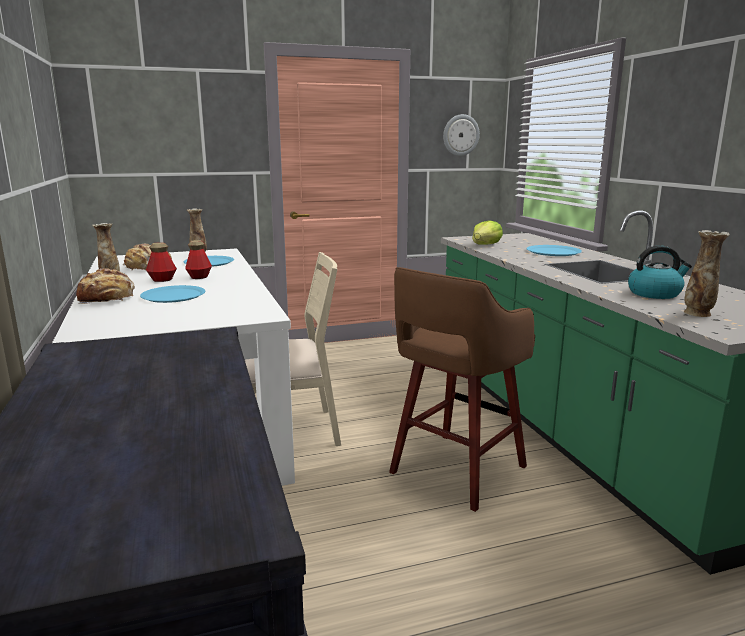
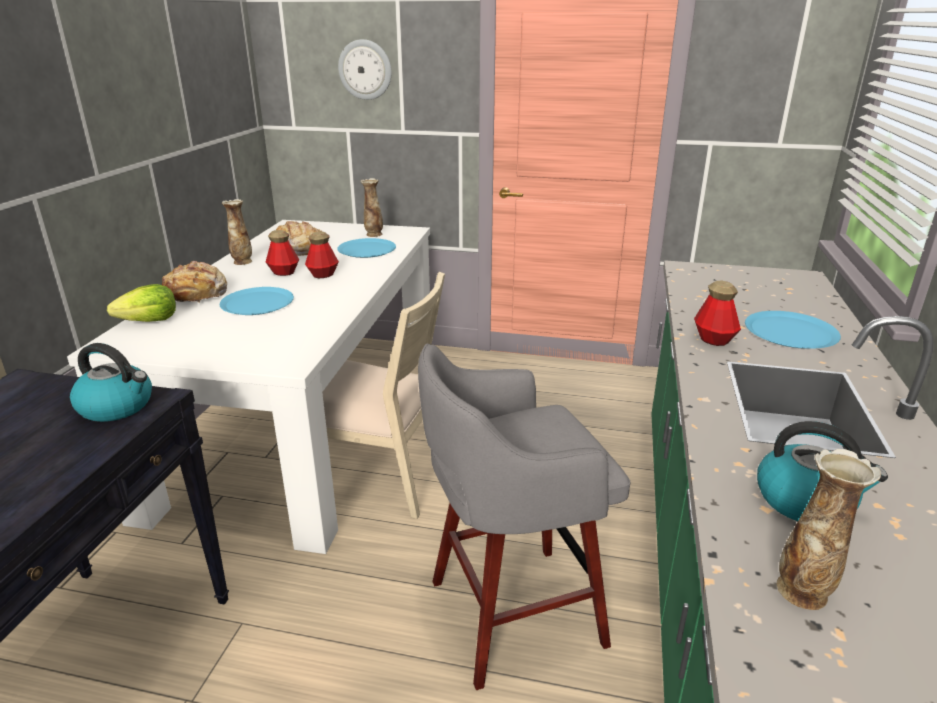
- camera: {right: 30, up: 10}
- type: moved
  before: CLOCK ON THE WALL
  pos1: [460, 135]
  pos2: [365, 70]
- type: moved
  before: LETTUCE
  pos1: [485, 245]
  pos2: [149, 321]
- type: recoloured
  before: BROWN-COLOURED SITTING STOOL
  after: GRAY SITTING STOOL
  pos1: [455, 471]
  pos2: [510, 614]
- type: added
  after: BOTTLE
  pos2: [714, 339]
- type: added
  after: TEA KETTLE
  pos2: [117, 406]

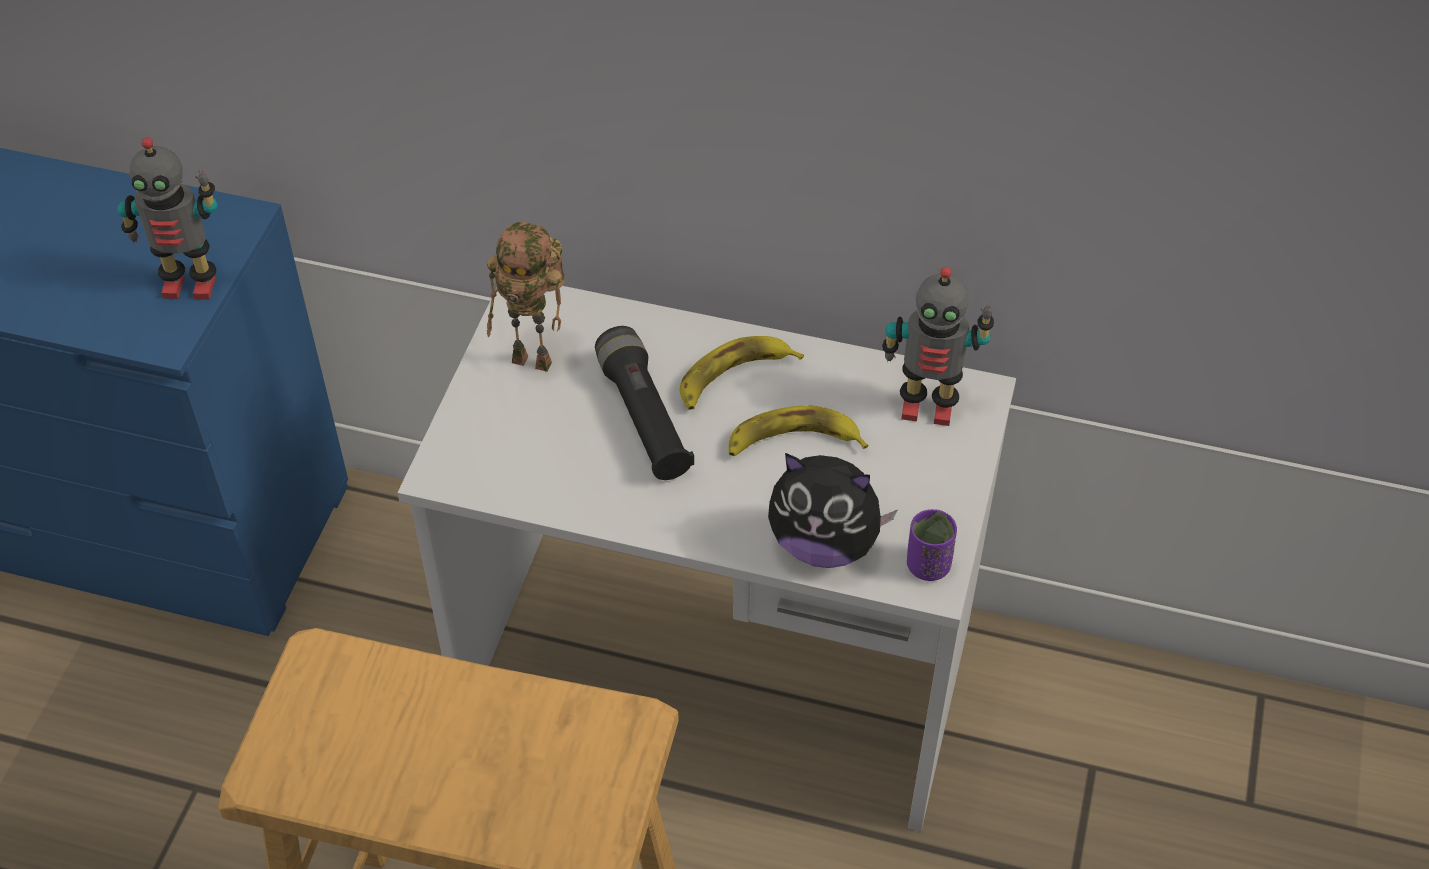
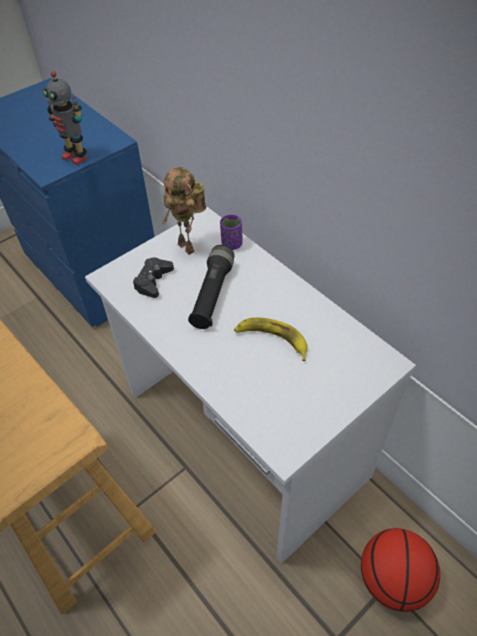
- camera: {right: 35, up: 0}
- type: removed
  before: MODEL ROBOT
  pos1: [927, 407]
- type: removed
  before: BANANA
  pos1: [733, 377]
- type: removed
  before: CUDDLY TOY
  pos1: [824, 543]
- type: moved
  before: PURPLE DRINKING CUP
  pos1: [928, 565]
  pos2: [232, 244]
- type: added
  after: BLACKISH GAME CONTROLLER
  pos2: [153, 281]
- type: added
  after: BALL FOR BASKETBALL
  pos2: [392, 579]

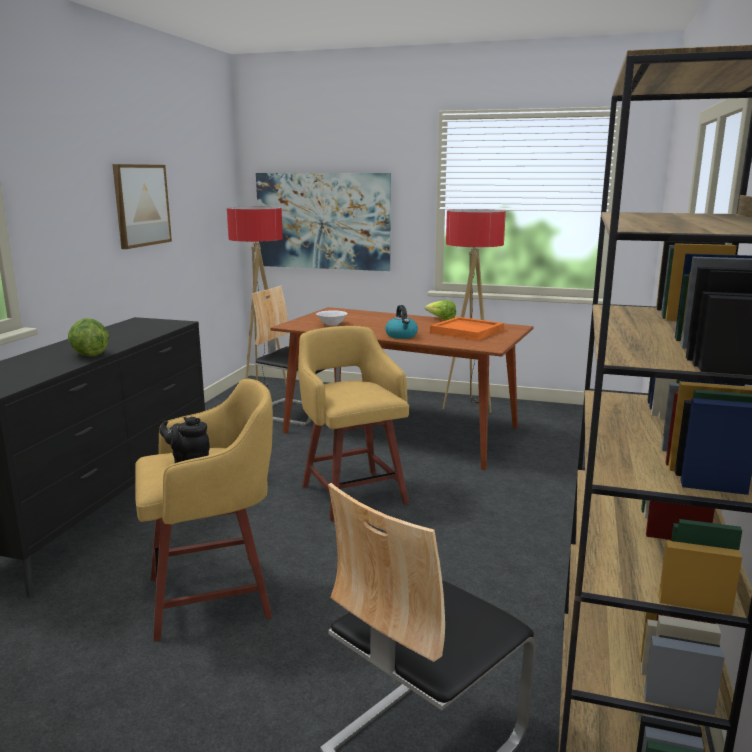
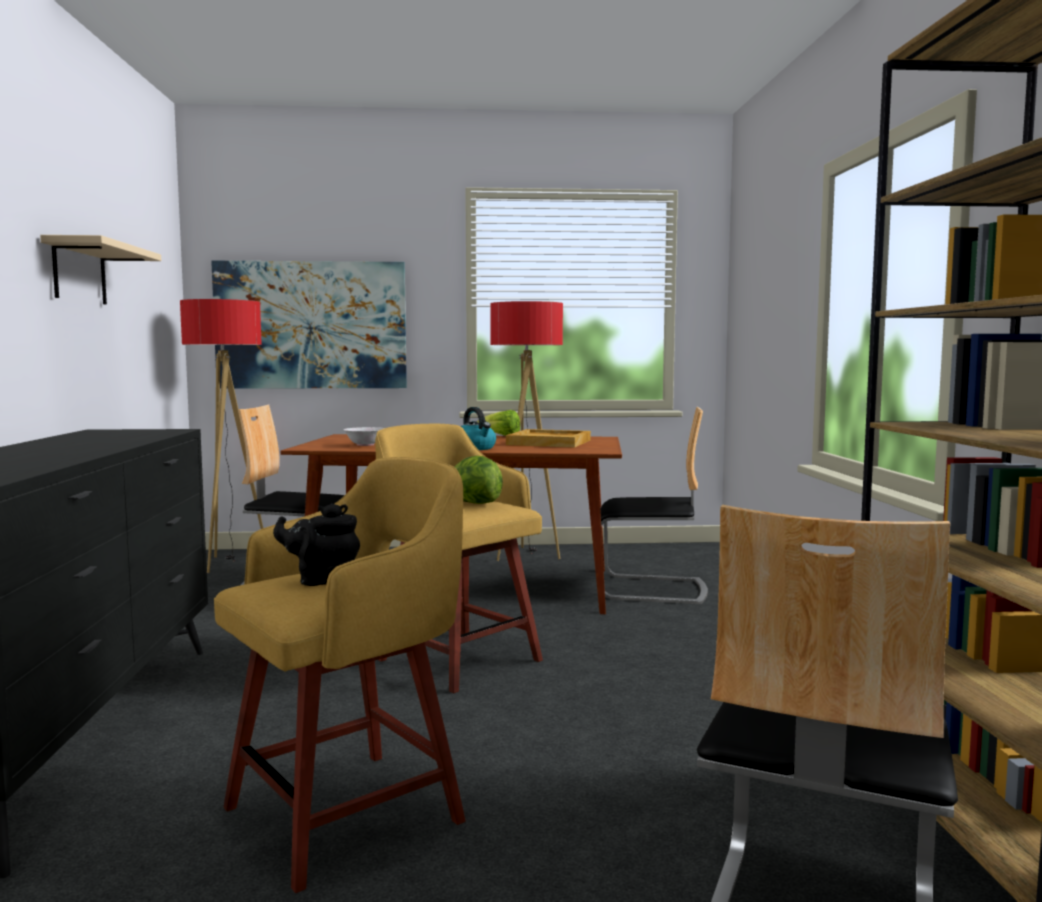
- camera: {right: -20, up: -10}
- type: replaced
  before: WALL ART
  after: BEIGE-COLOURED SHELF
  pos1: [141, 205]
  pos2: [79, 273]
- type: recoloured
  before: ORANGEY CARRYING TRAY
  after: BEIGE-COLOURED CARRYING TRAY
  pos1: [467, 331]
  pos2: [550, 442]
- type: moved
  before: LETTUCE
  pos1: [89, 355]
  pos2: [474, 503]
- type: added
  after: CHAIR
  pos2: [651, 589]

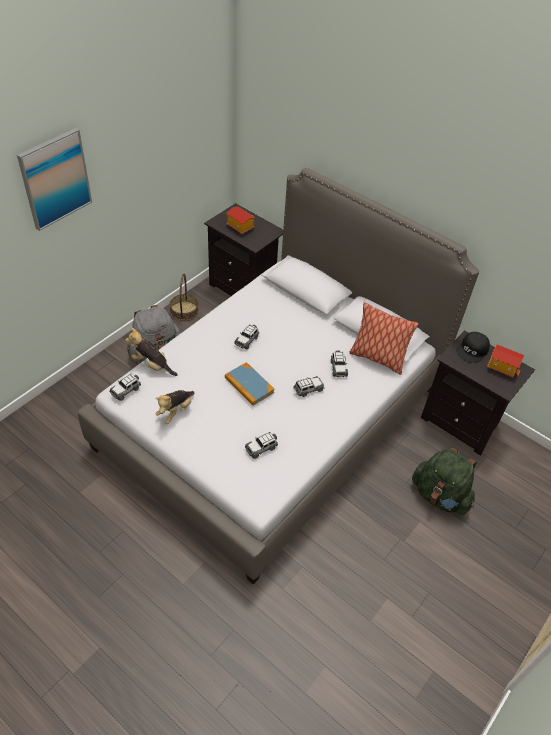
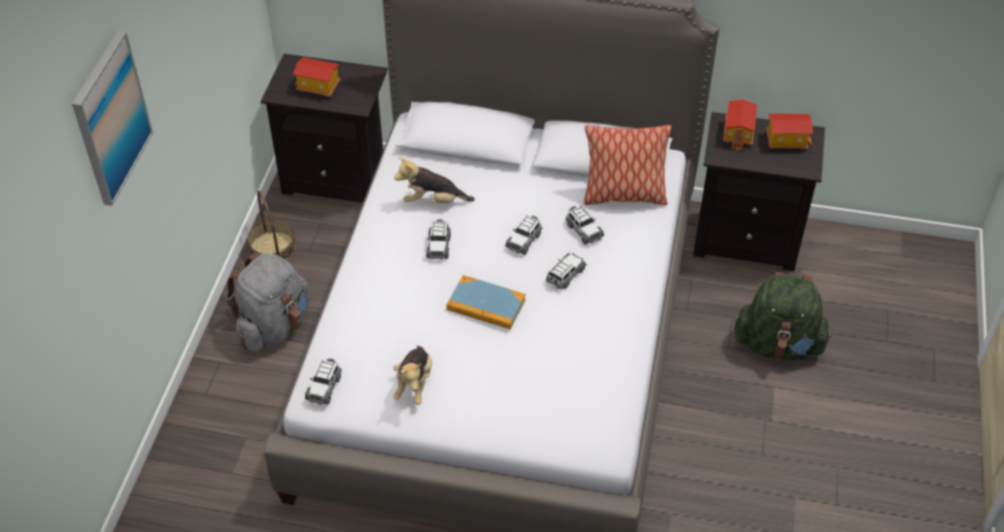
- camera: {right: -25, up: 0}
- type: moved
  before: CUDDLY TOY
  pos1: [152, 365]
  pos2: [433, 201]
- type: replaced
  before: BLACKISH CAP
  after: MODEL HOUSE
  pos1: [473, 350]
  pos2: [739, 134]
- type: moved
  before: MODEL CAR
  pos1: [261, 448]
  pos2: [524, 240]

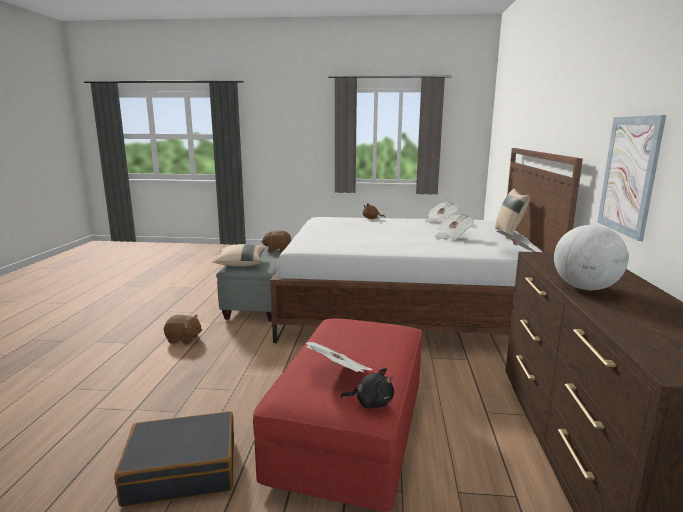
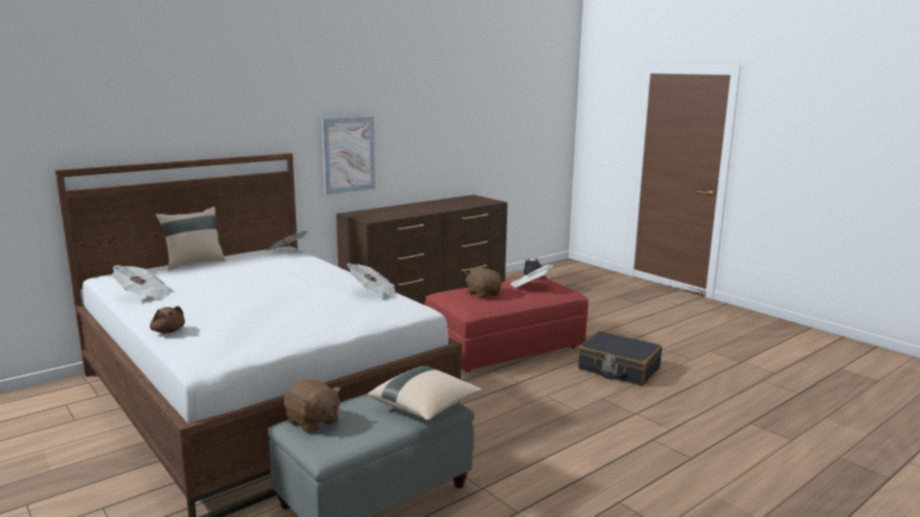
- camera: {right: -135, up: 0}
- type: moved
  before: PRINTED PAPER
  pos1: [452, 236]
  pos2: [373, 293]
- type: removed
  before: DESK GLOBE
  pos1: [585, 288]
- type: moved
  before: BROWN-COLOURED CUDDLY TOY
  pos1: [183, 339]
  pos2: [483, 294]

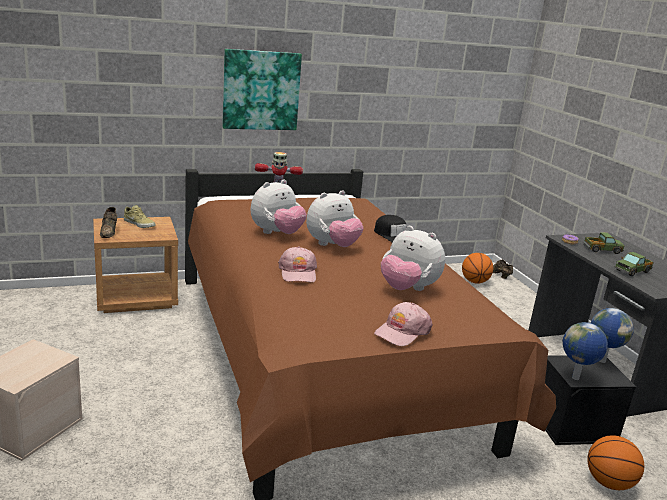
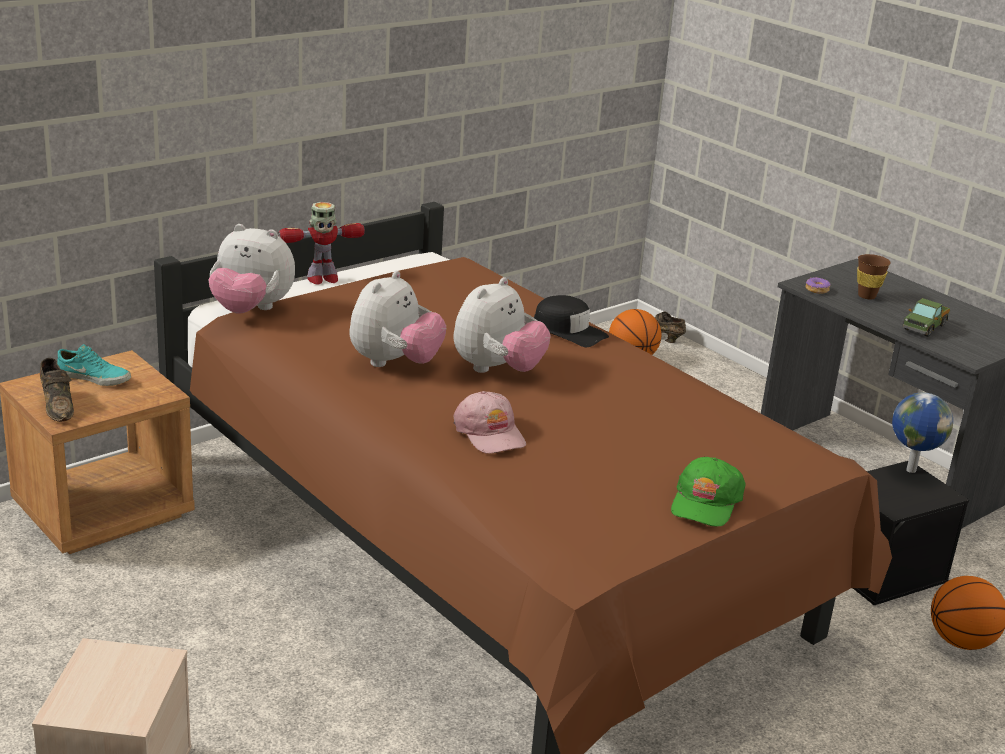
- camera: {right: -20, up: 5}
- type: removed
  before: WALL ART
  pos1: [261, 90]
- type: recoloured
  before: BEIGE-COLOURED LOW SHOE
  after: BLUE-GREEN LOW SHOE
  pos1: [140, 224]
  pos2: [95, 377]
- type: moved
  before: CUDDLY TOY
  pos1: [408, 289]
  pos2: [251, 310]
- type: replaced
  before: MODEL TRUCK
  after: BROWN-COLOURED DRINKING CUP
  pos1: [602, 250]
  pos2: [866, 296]
- type: recoloured
  before: PINKISH CAP
  after: GREEN-COLOURED CAP
  pos1: [402, 332]
  pos2: [705, 502]
- type: removed
  before: DESK GLOBE
  pos1: [576, 378]

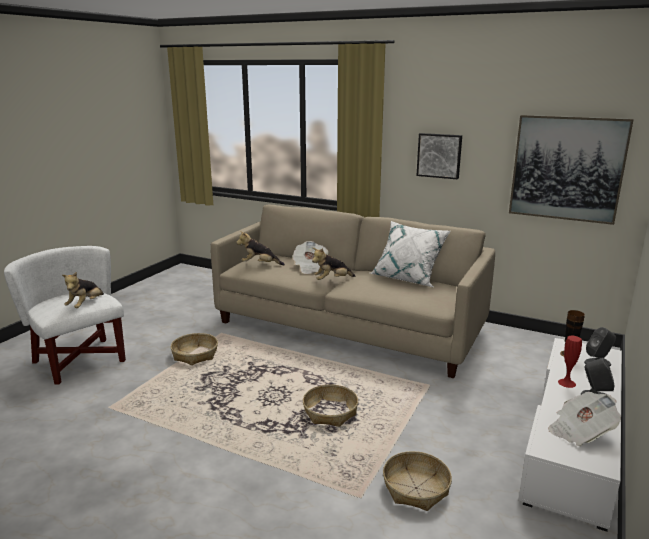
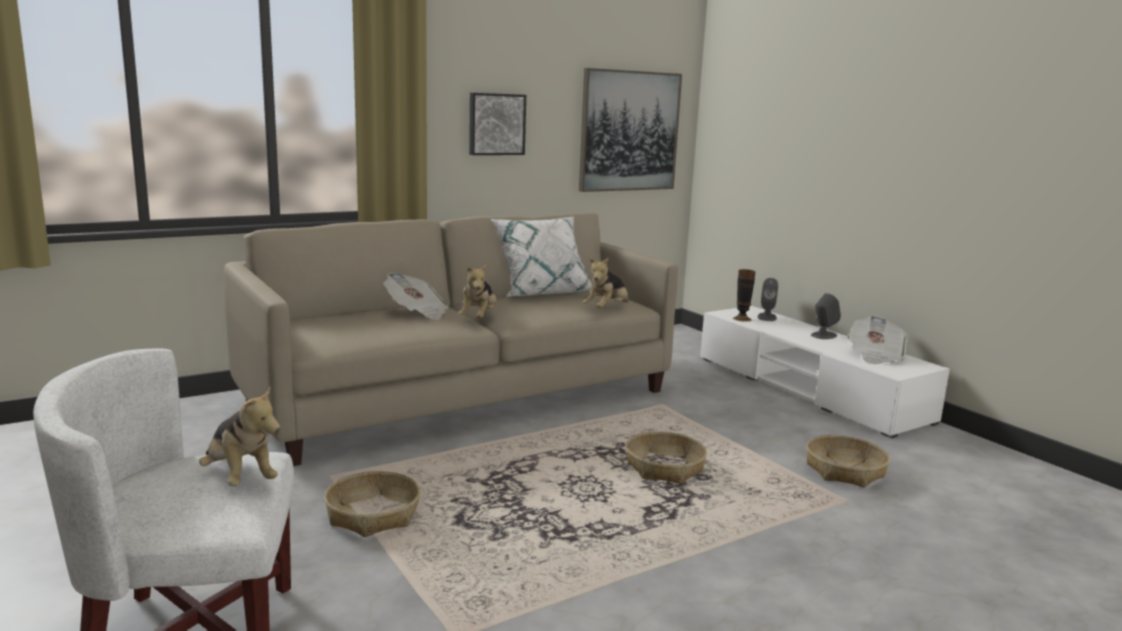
- camera: {right: -60, up: -5}
- type: moved
  before: CUDDLY TOY
  pos1: [260, 264]
  pos2: [607, 309]
- type: removed
  before: RED-COLOURED VASE
  pos1: [566, 383]

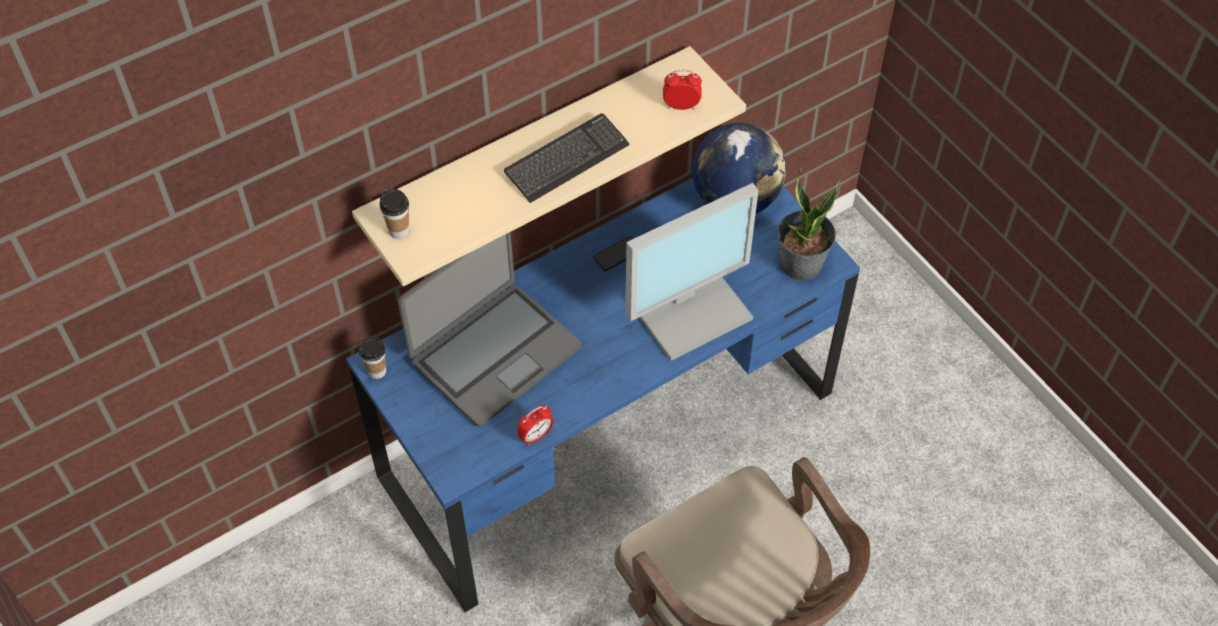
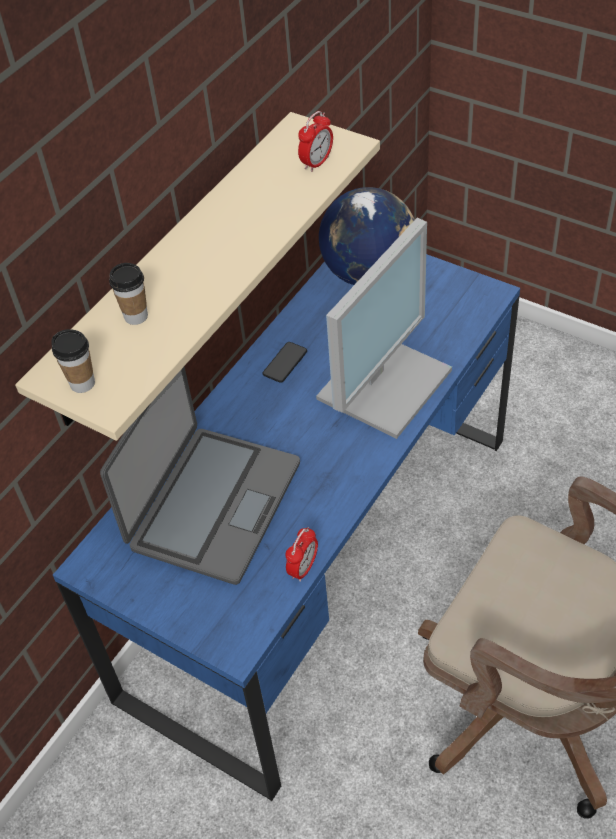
- camera: {right: -20, up: -5}
- type: turned
  before: TABLE CLOCK
  pos1: [681, 106]
  pos2: [317, 163]
  turn: 150
- type: removed
  before: KEYBOARD
  pos1: [566, 160]
- type: removed
  before: POTTED PLANT
  pos1: [801, 264]
- type: moved
  before: DRINKING CUP
  pos1: [377, 371]
  pos2: [136, 316]

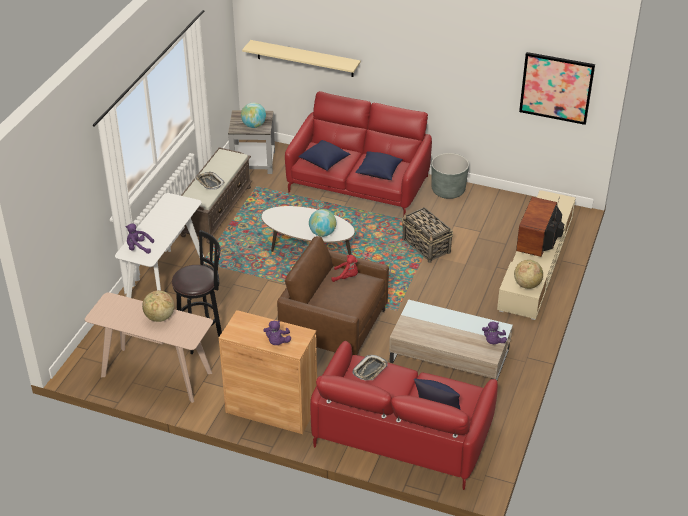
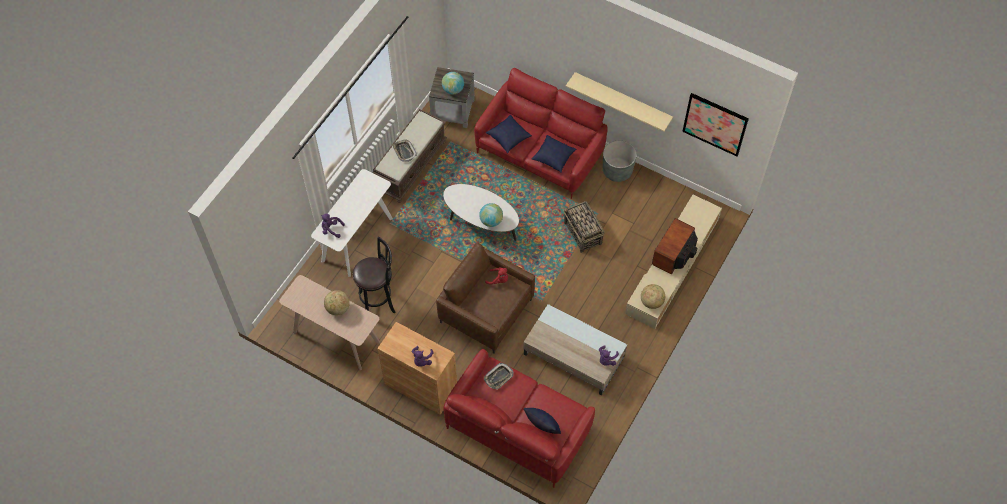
- camera: {right: 10, up: 20}
- type: moved
  before: BEIGE-COLOURED SHELF
  pos1: [305, 58]
  pos2: [622, 99]

